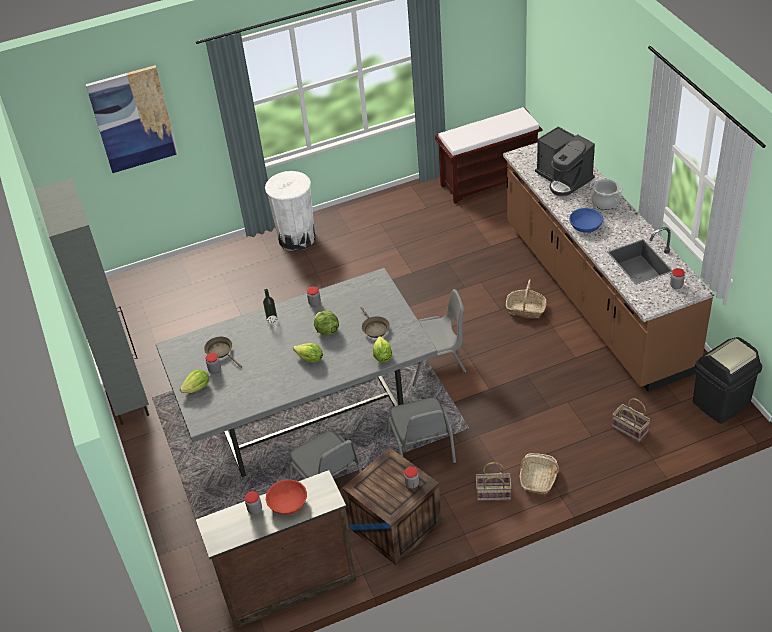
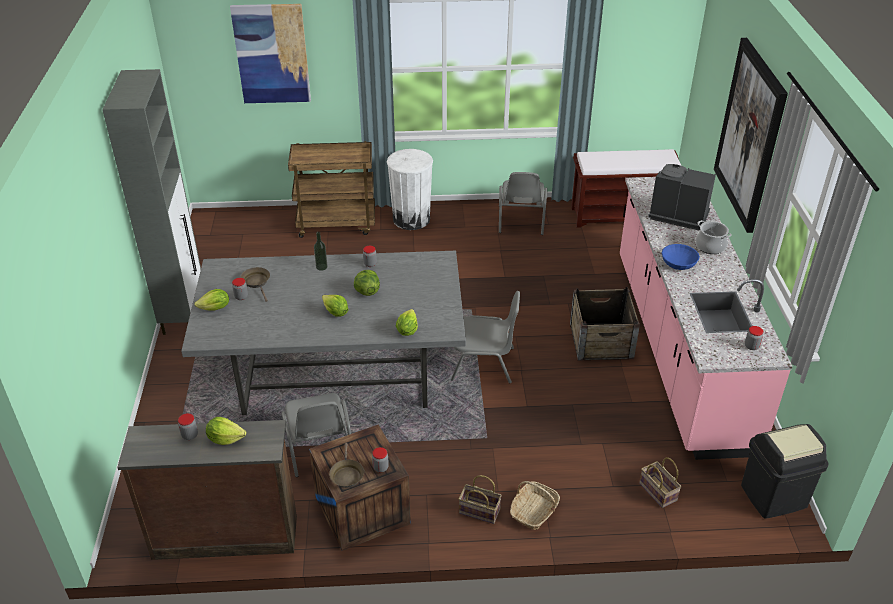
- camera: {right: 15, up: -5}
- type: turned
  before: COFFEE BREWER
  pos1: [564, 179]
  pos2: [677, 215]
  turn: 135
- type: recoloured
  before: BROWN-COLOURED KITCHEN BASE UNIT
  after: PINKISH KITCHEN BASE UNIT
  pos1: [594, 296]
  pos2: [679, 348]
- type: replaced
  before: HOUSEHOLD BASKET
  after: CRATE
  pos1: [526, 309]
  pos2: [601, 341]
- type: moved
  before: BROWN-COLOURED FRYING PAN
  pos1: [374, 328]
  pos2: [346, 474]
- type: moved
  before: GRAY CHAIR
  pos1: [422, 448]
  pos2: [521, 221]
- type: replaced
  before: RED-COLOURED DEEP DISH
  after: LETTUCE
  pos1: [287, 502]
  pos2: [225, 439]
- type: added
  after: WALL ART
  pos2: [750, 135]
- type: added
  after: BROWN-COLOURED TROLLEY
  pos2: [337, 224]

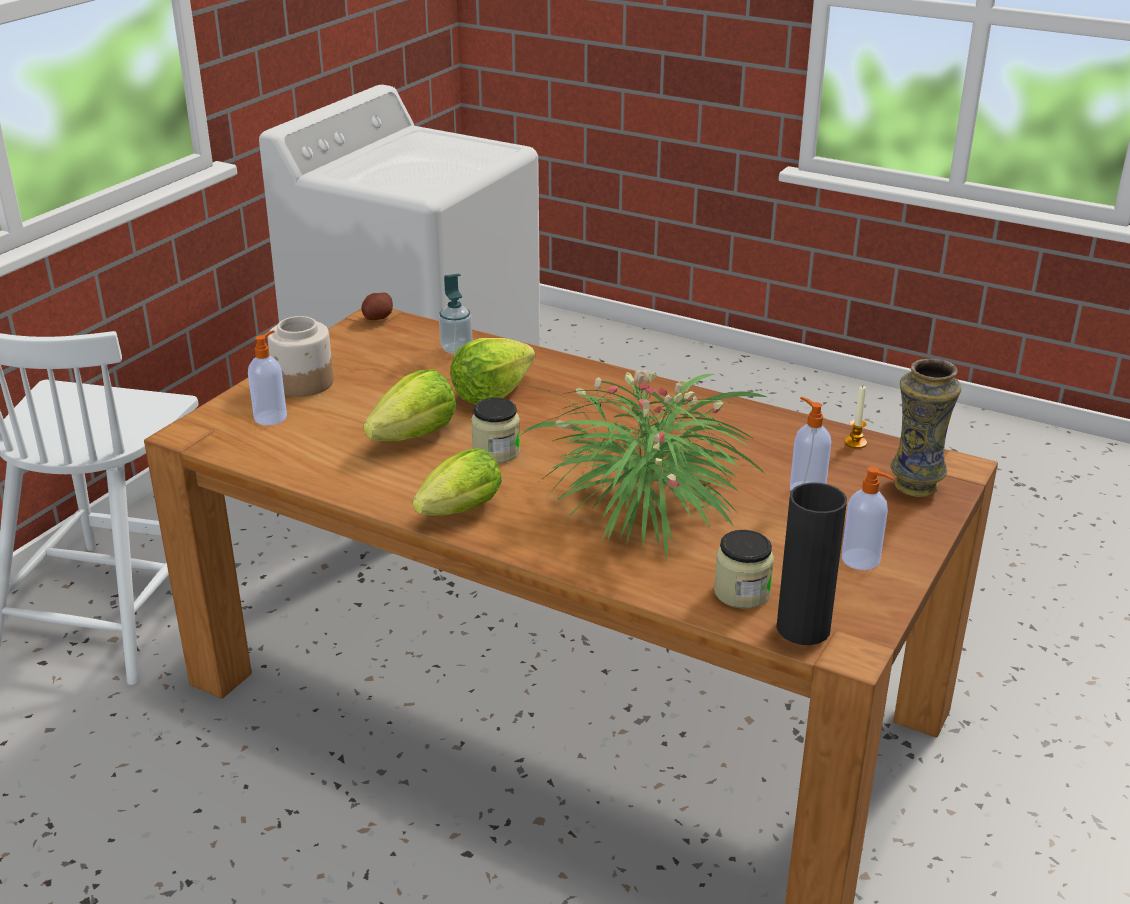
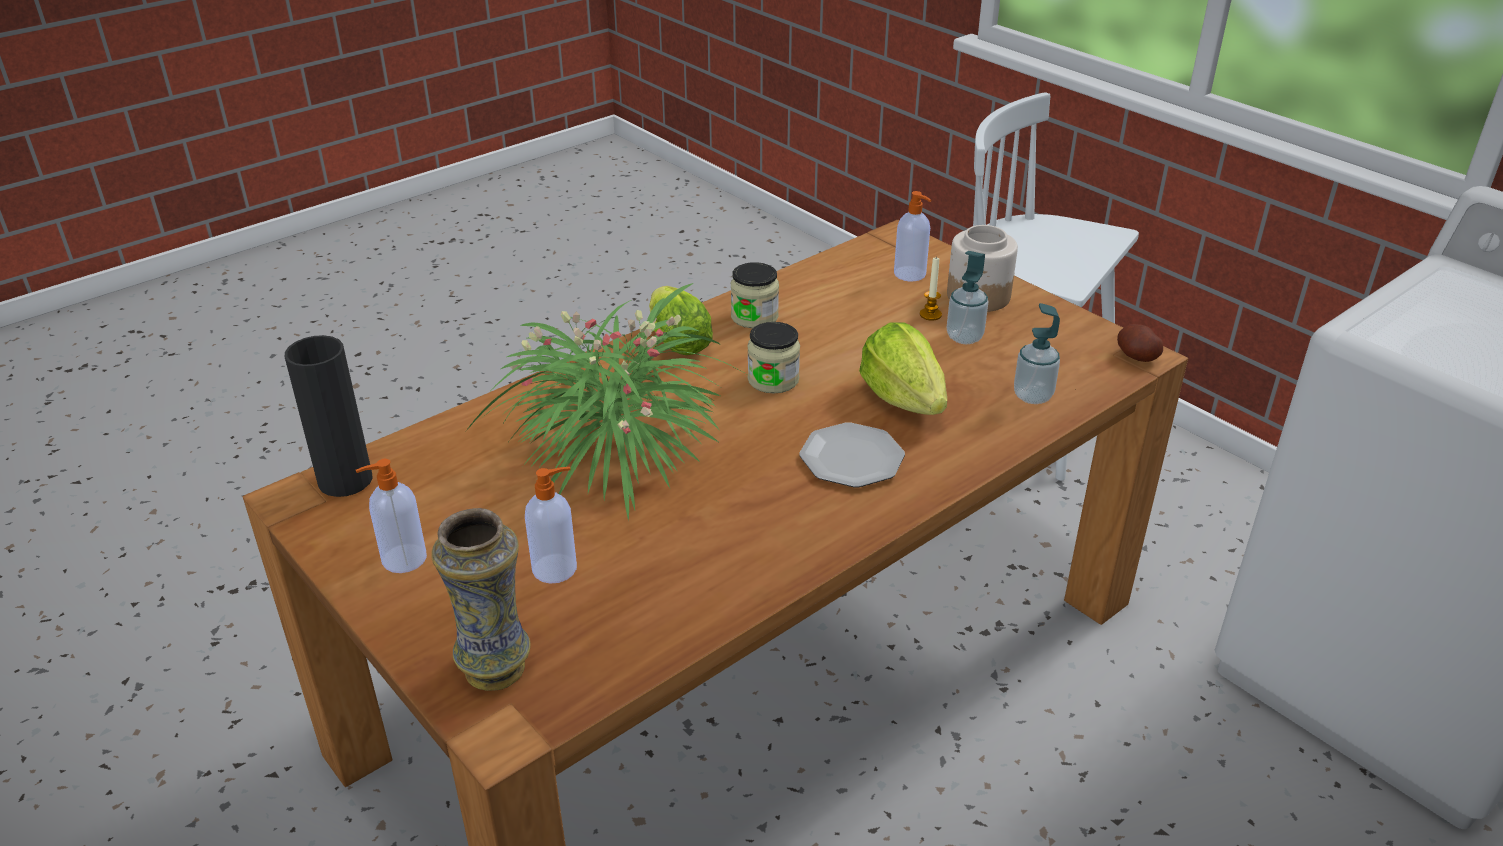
- camera: {right: 110, up: 5}
- type: removed
  before: LETTUCE
  pos1: [415, 436]
- type: moved
  before: WAX CANDLE
  pos1: [855, 443]
  pos2: [930, 314]
- type: moved
  before: STORAGE JAR
  pos1: [742, 592]
  pos2: [754, 317]
- type: added
  after: LIQUID SOAP BOTTLE
  pos2: [964, 337]
- type: added
  after: PLATE
  pos2: [852, 459]

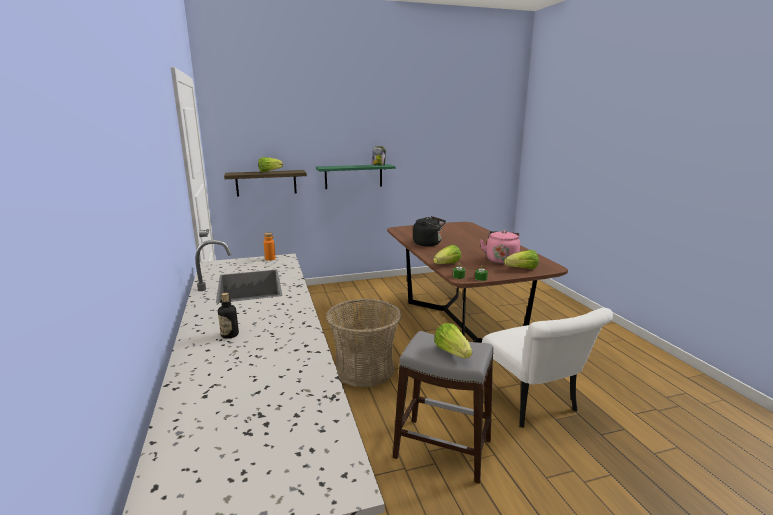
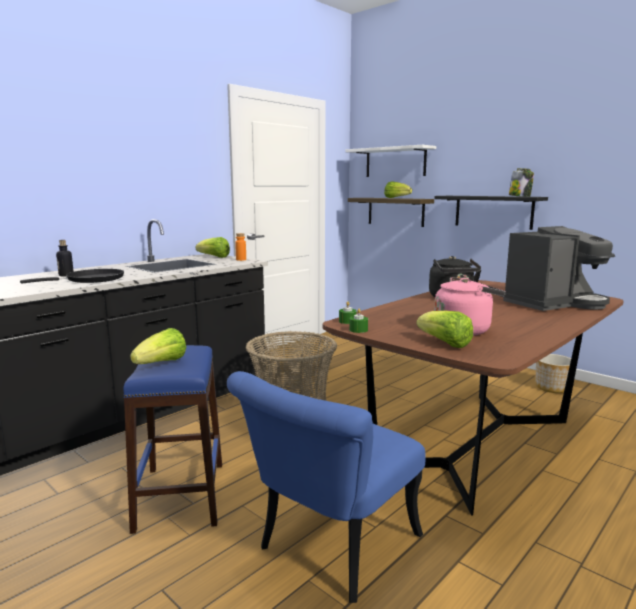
- camera: {right: 60, up: -5}
- type: recoloured
  before: GREEN-COLOURED SHELF
  after: BLACKISH SHELF
  pos1: [353, 176]
  pos2: [493, 211]
- type: moved
  before: LETTUCE
  pos1: [447, 264]
  pos2: [214, 257]
- type: recoloured
  before: WHITE-COLOURED CHAIR
  after: BLUISH CHAIR
  pos1: [533, 404]
  pos2: [330, 550]
- type: recoloured
  before: GRAY SITTING STOOL
  after: BLUISH SITTING STOOL
  pos1: [443, 449]
  pos2: [180, 496]
- type: added
  after: WHITE-COLOURED SHELF
  pos2: [395, 162]
- type: added
  after: COFFEE BREWER
  pos2: [553, 303]
- type: added
  after: BLACKISH FRYING PAN
  pos2: [91, 280]
- type: added
  after: FLOWER POT
  pos2: [551, 388]

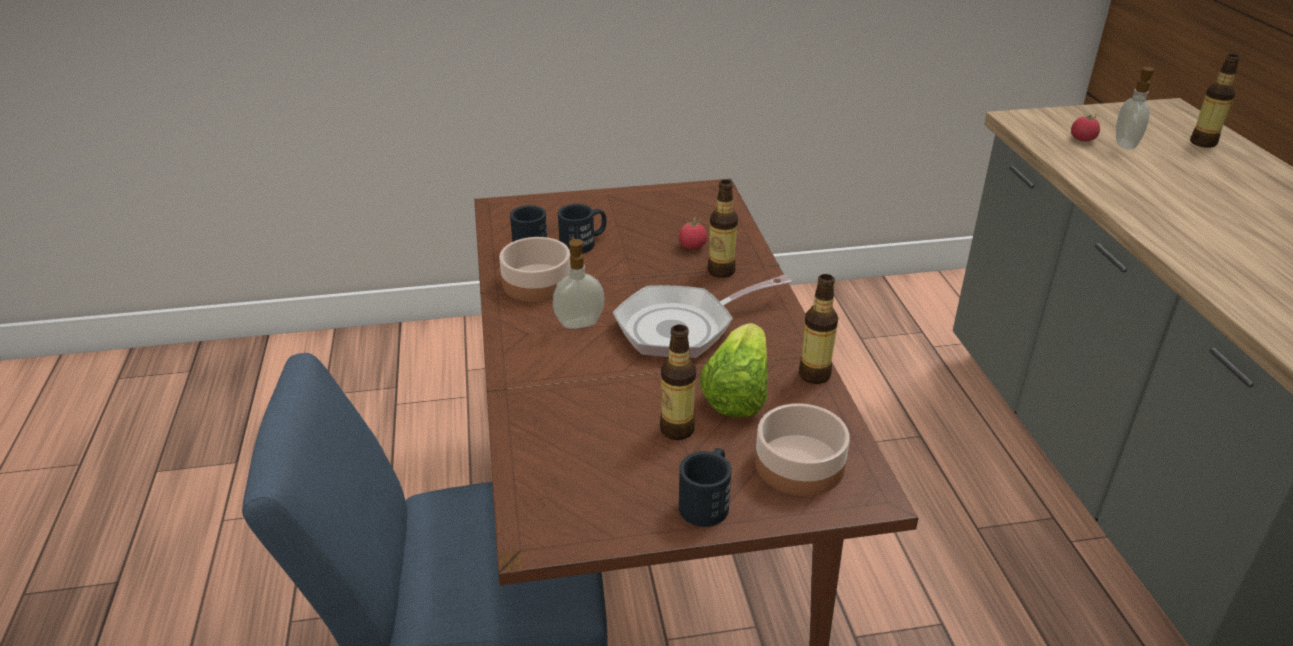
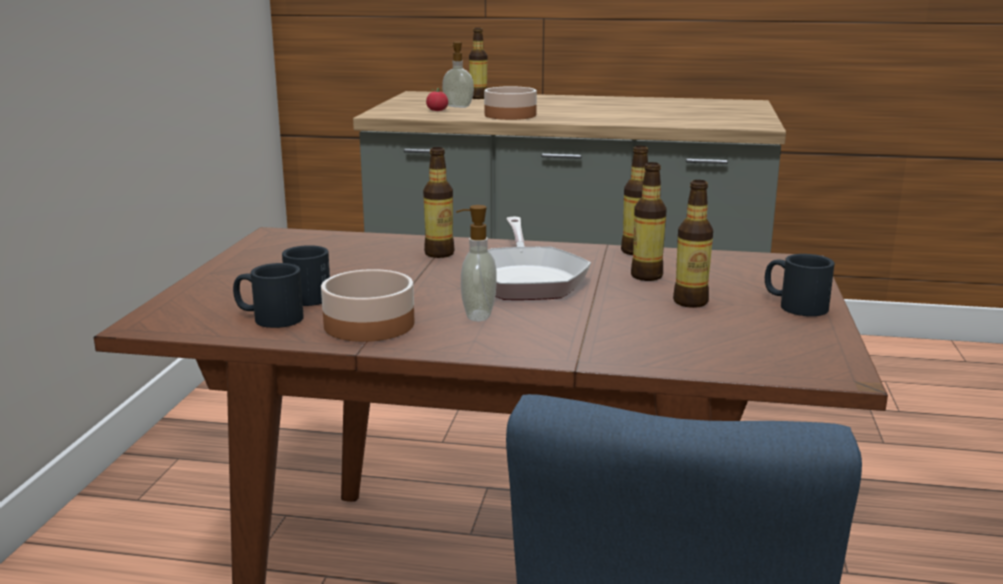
- camera: {right: -70, up: -15}
- type: removed
  before: TOMATO
  pos1: [692, 246]
- type: replaced
  before: LETTUCE
  after: BOTTLE
  pos1: [737, 393]
  pos2: [646, 276]
- type: moved
  before: DEEP DISH
  pos1: [798, 464]
  pos2: [510, 115]

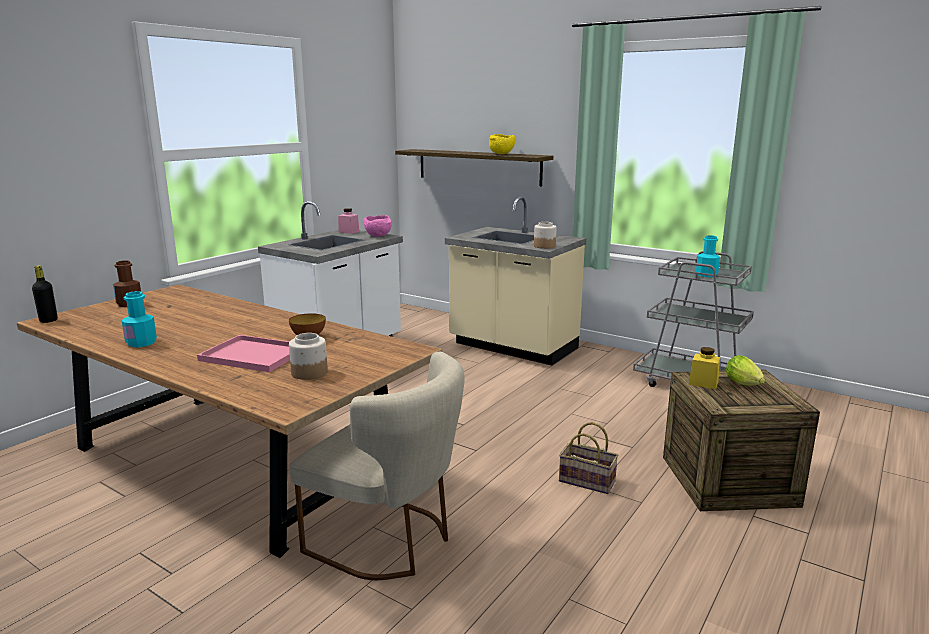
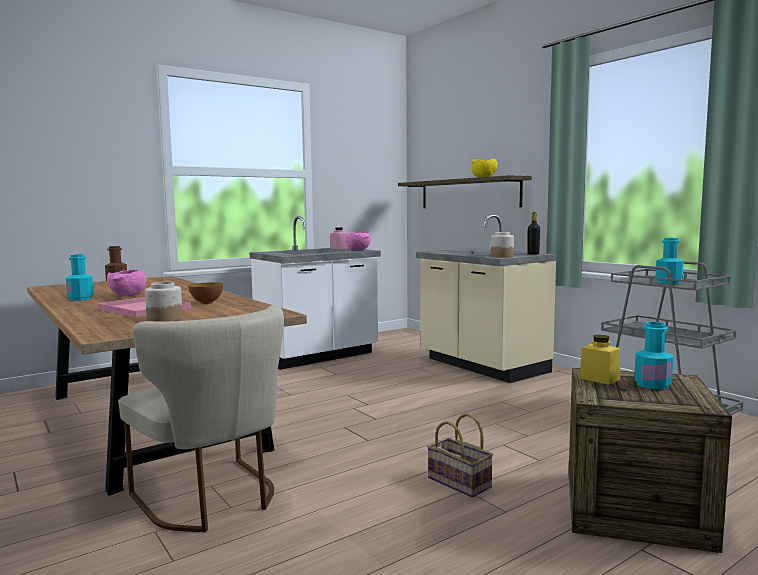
- camera: {right: 20, up: -10}
- type: moved
  before: BLACKISH BOTTLE
  pos1: [48, 320]
  pos2: [533, 254]
- type: replaced
  before: LETTUCE
  after: BLUE-GREEN BOTTLE
  pos1: [745, 385]
  pos2: [652, 385]
- type: added
  after: PINKISH DEEP DISH
  pos2: [127, 296]

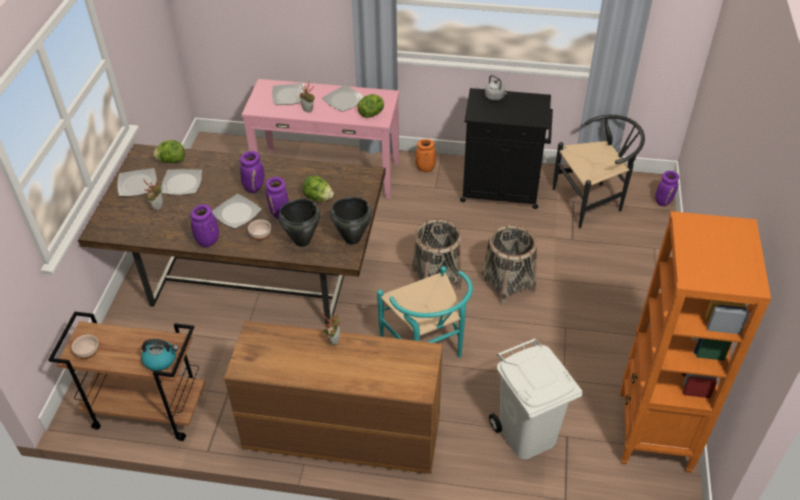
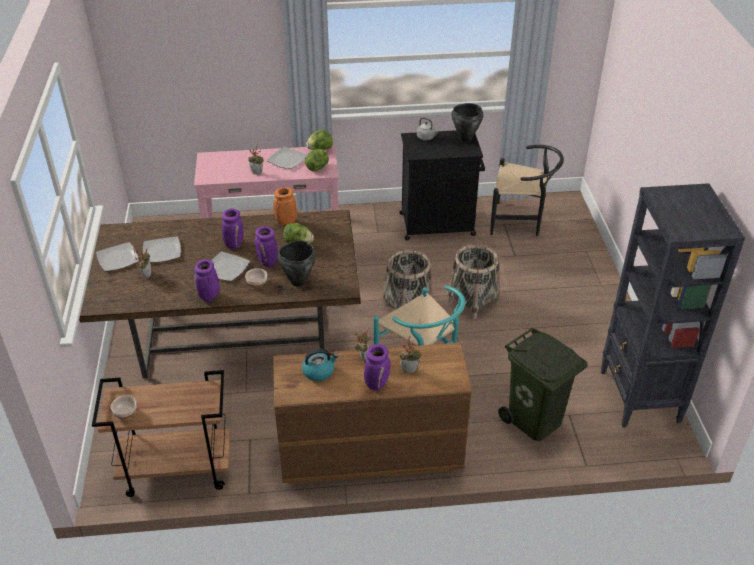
- camera: {right: -15, up: -5}
- type: removed
  before: PLATE
  pos1: [289, 96]
- type: turned
  before: BLACKISH CHAIR
  pos1: [593, 201]
  pos2: [521, 222]
  turn: 45
- type: moved
  before: ORANGEY VASE
  pos1: [425, 169]
  pos2: [286, 222]
- type: moved
  before: LETTUCE
  pos1: [171, 161]
  pos2: [320, 149]
- type: moved
  before: PURPLE VASE
  pos1: [663, 201]
  pos2: [376, 383]
- type: moved
  before: BLACKISH SAUCEPOT
  pos1: [352, 238]
  pos2: [465, 138]
- type: recoloured
  before: ORANGEY BOOKCASE
  after: BLACKISH BOOKCASE
  pos1: [653, 432]
  pos2: [639, 397]
- type: recoloured
  before: WHITE-COLOURED WASTE BIN
  after: GREEN-COLOURED WASTE BIN
  pos1: [526, 434]
  pos2: [534, 420]
- type: moved
  before: TEA KETTLE
  pos1: [161, 360]
  pos2: [319, 371]
- type: added
  after: POTTED PLANT
  pos2: [410, 369]

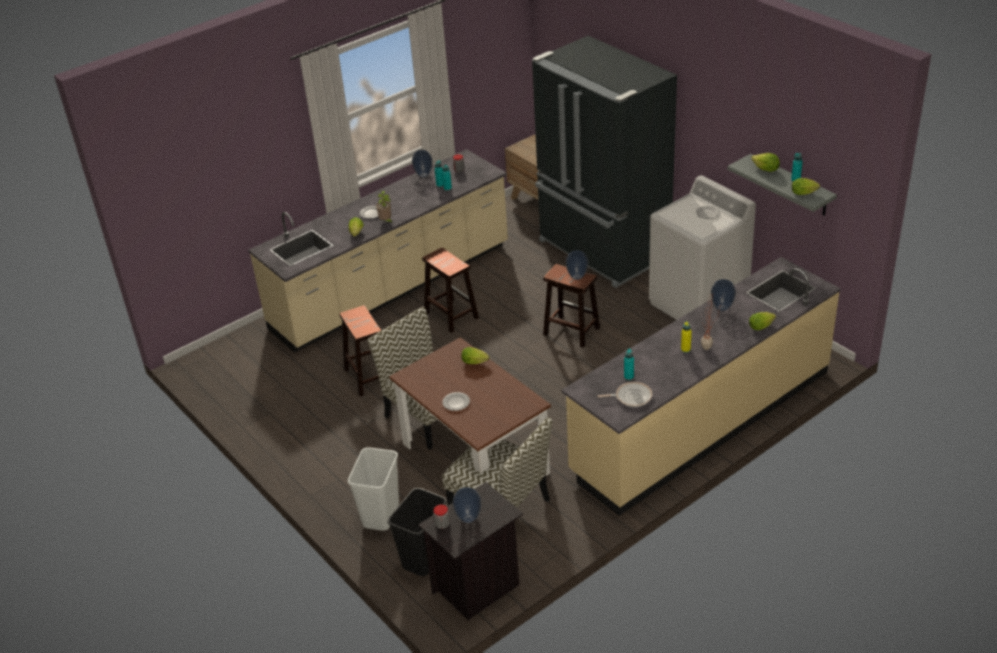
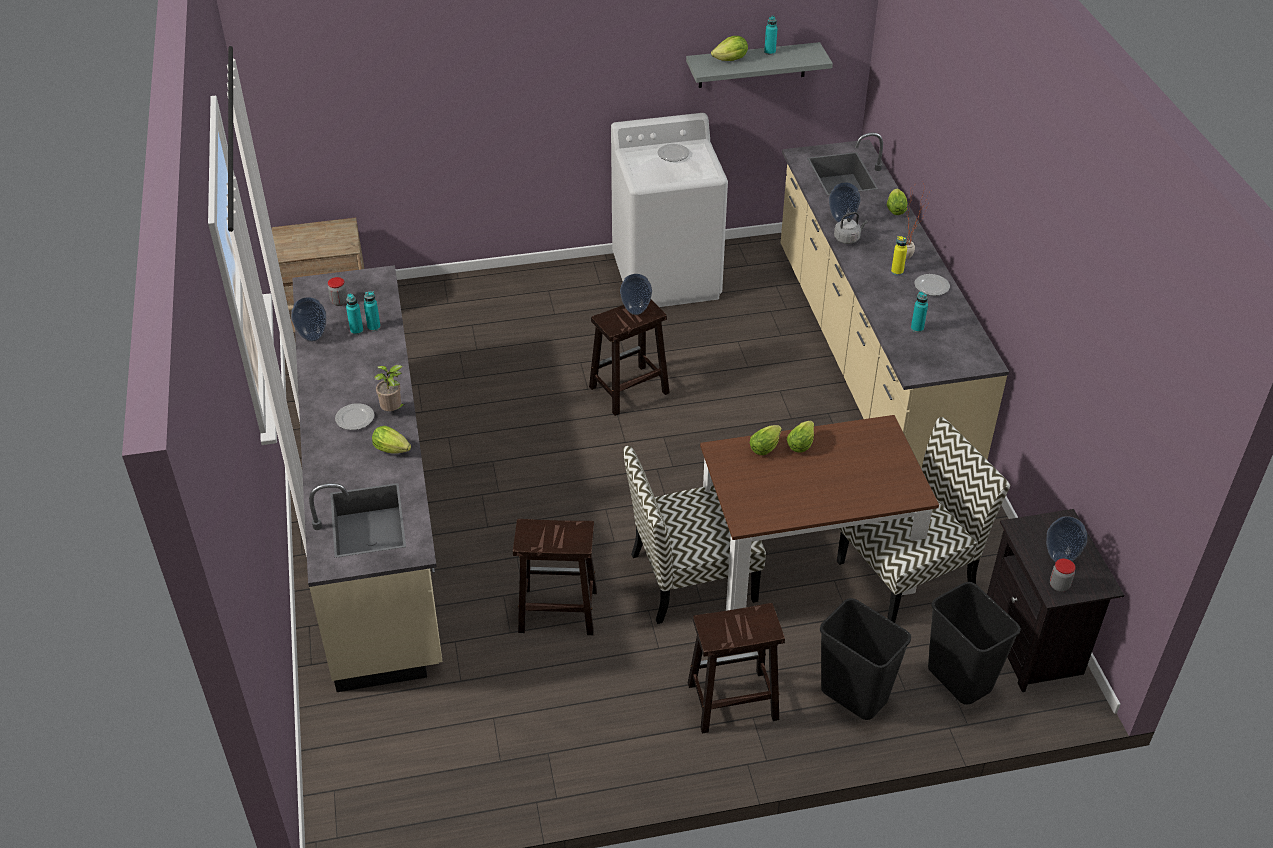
- camera: {right: -65, up: 5}
- type: removed
  before: BLACKISH KITCHEN FRIDGE
  pos1: [602, 250]
- type: moved
  before: LETTUCE
  pos1: [805, 193]
  pos2: [801, 443]
- type: moved
  before: BROWN-COLOURED SITTING STOOL
  pos1: [450, 315]
  pos2: [731, 702]
- type: removed
  before: FRYING PAN
  pos1: [631, 397]
- type: moved
  before: PLATE
  pos1: [456, 402]
  pos2: [931, 286]
- type: recoloured
  before: WHITE-COLOURED WASTE BIN
  after: BLACKISH WASTE BIN
  pos1: [381, 516]
  pos2: [855, 695]
- type: added
  after: GRAY TEA KETTLE
  pos2: [848, 238]

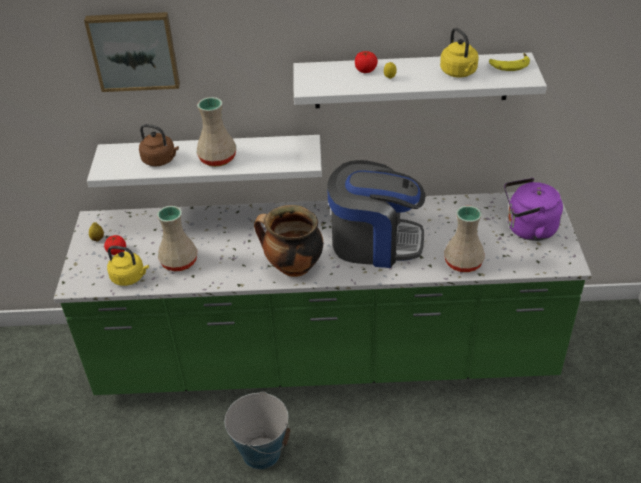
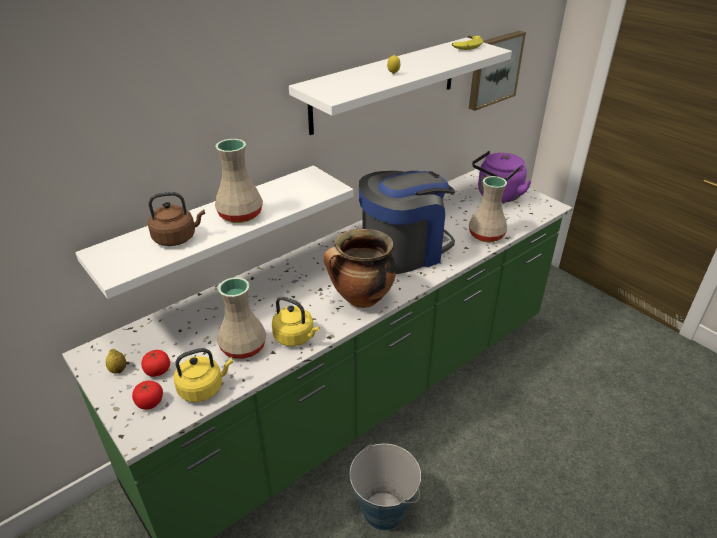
- camera: {right: -40, up: -5}
- type: moved
  before: WALL ART
  pos1: [134, 50]
  pos2: [493, 69]
- type: moved
  before: YELLOWISH TEA KETTLE
  pos1: [459, 73]
  pos2: [295, 337]
- type: moved
  before: TOMATO
  pos1: [365, 70]
  pos2: [150, 403]

